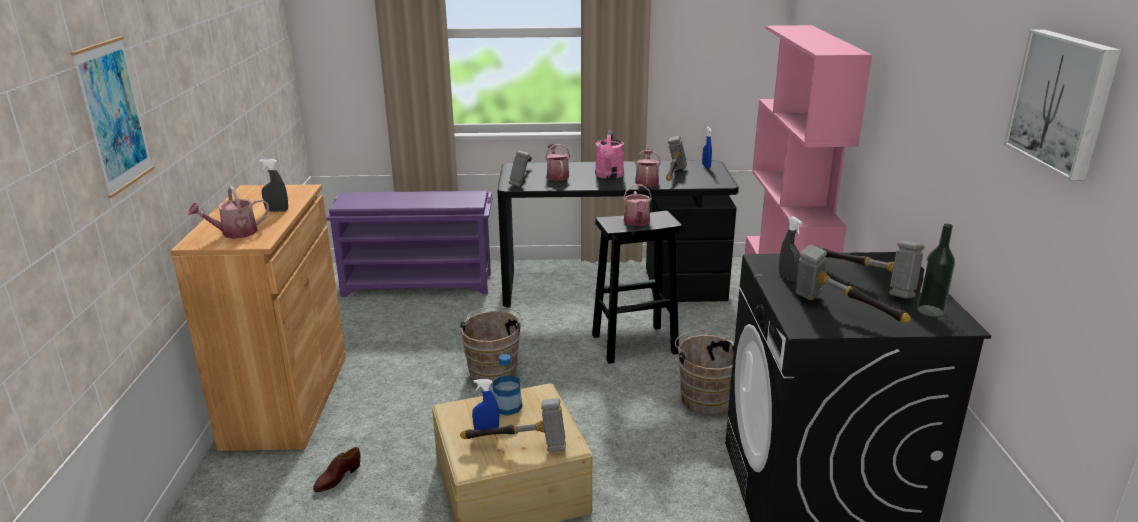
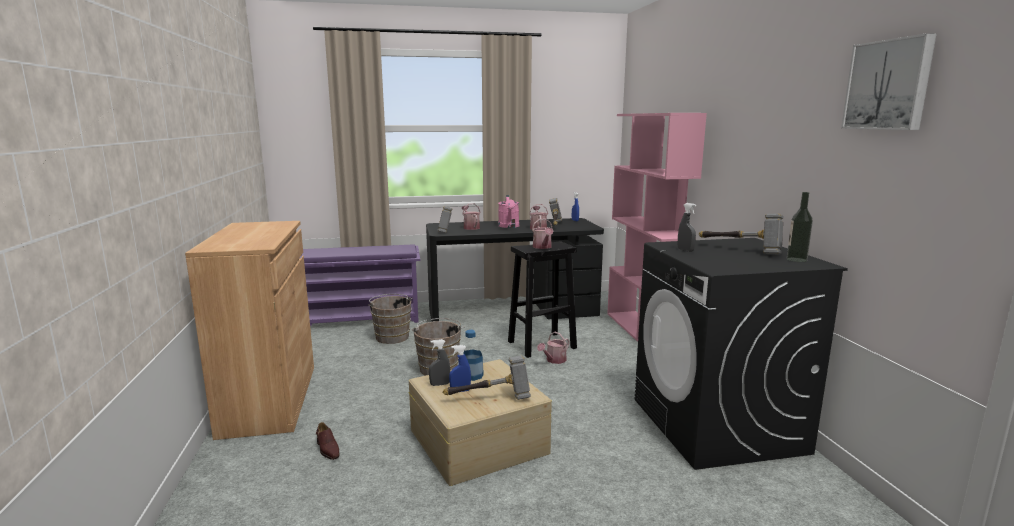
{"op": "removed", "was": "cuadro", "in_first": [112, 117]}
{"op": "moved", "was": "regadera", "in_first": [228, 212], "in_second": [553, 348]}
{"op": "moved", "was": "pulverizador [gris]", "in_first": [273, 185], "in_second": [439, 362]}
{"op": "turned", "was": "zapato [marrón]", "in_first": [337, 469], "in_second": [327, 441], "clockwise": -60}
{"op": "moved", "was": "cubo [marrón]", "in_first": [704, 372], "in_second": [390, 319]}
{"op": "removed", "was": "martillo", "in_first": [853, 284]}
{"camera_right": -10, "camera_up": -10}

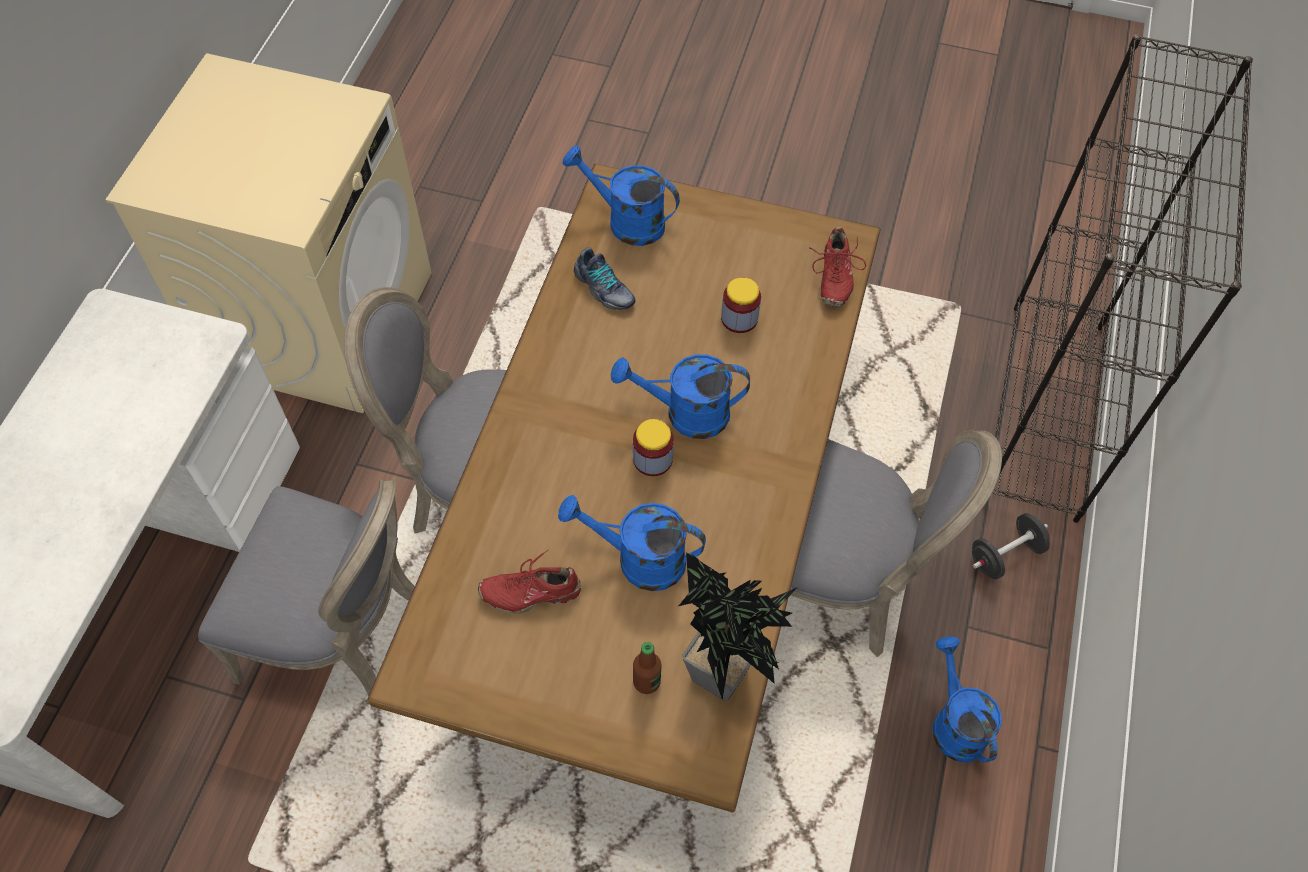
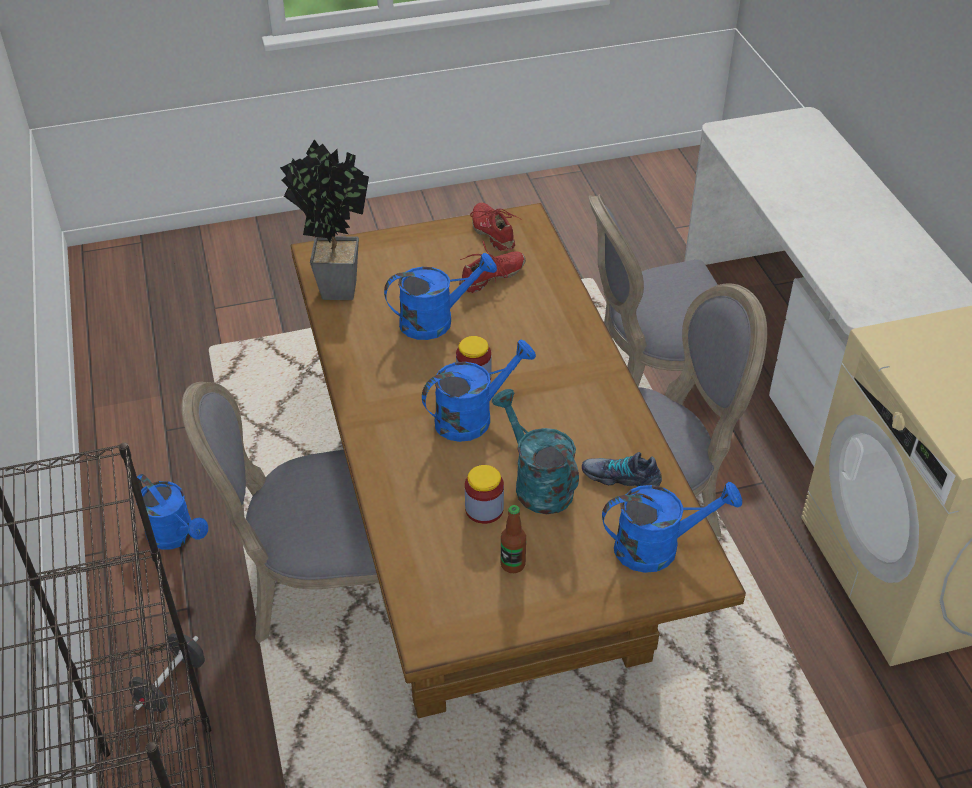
{"op": "moved", "was": "botella", "in_first": [647, 668], "in_second": [513, 539]}
{"op": "moved", "was": "zapato [rojo]", "in_first": [837, 267], "in_second": [496, 227]}
{"op": "added", "now": "regadera [turquesa]", "in_second": [535, 451]}
{"camera_right": 150, "camera_up": -15}

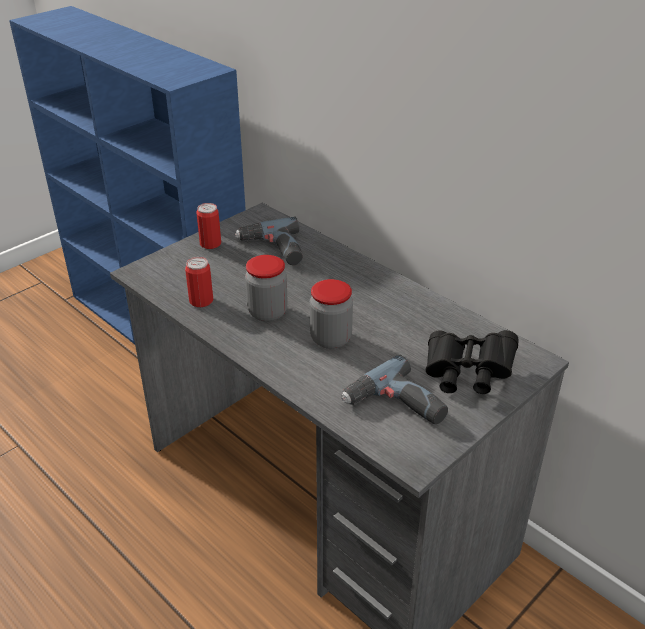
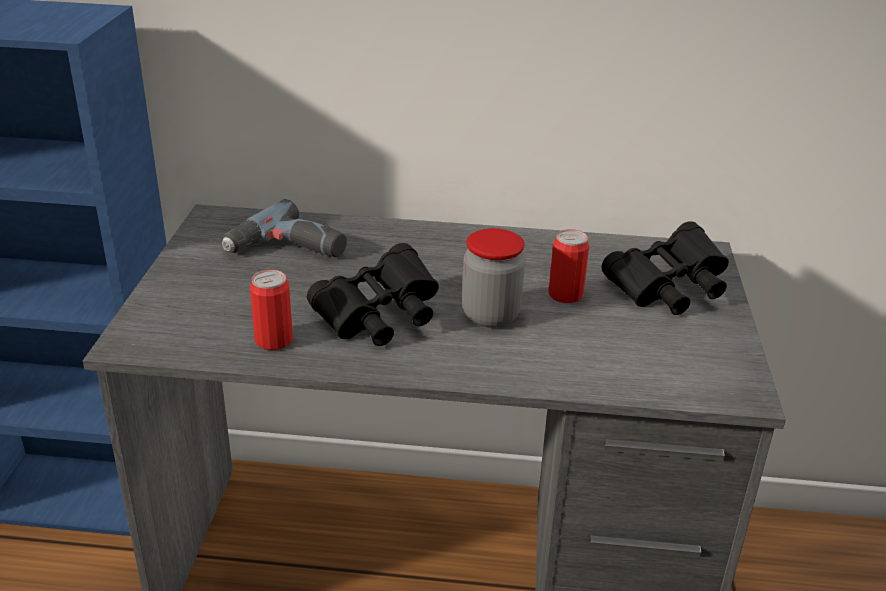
{"op": "moved", "was": "lata", "in_first": [208, 226], "in_second": [568, 266]}
{"op": "replaced", "was": "tarro", "now": "prismáticos [negro]", "in_first": [266, 288], "in_second": [373, 294]}
{"op": "removed", "was": "taladro", "in_first": [394, 389]}
{"camera_right": -40, "camera_up": -5}

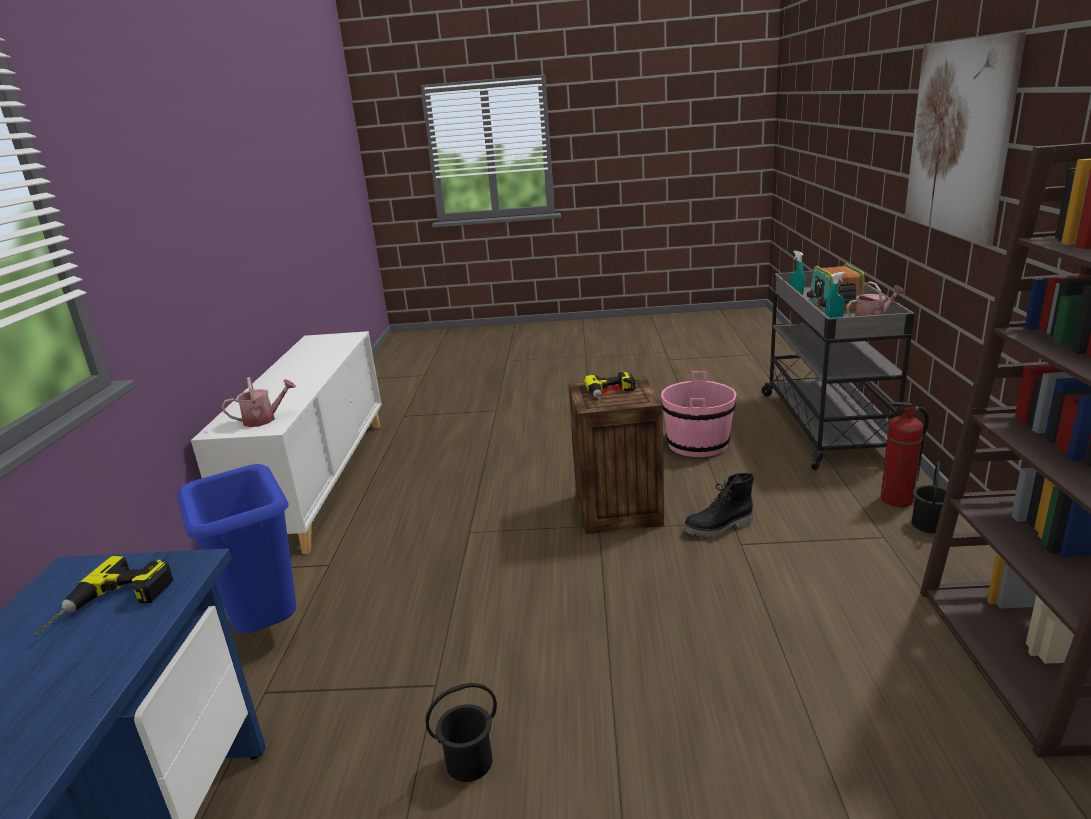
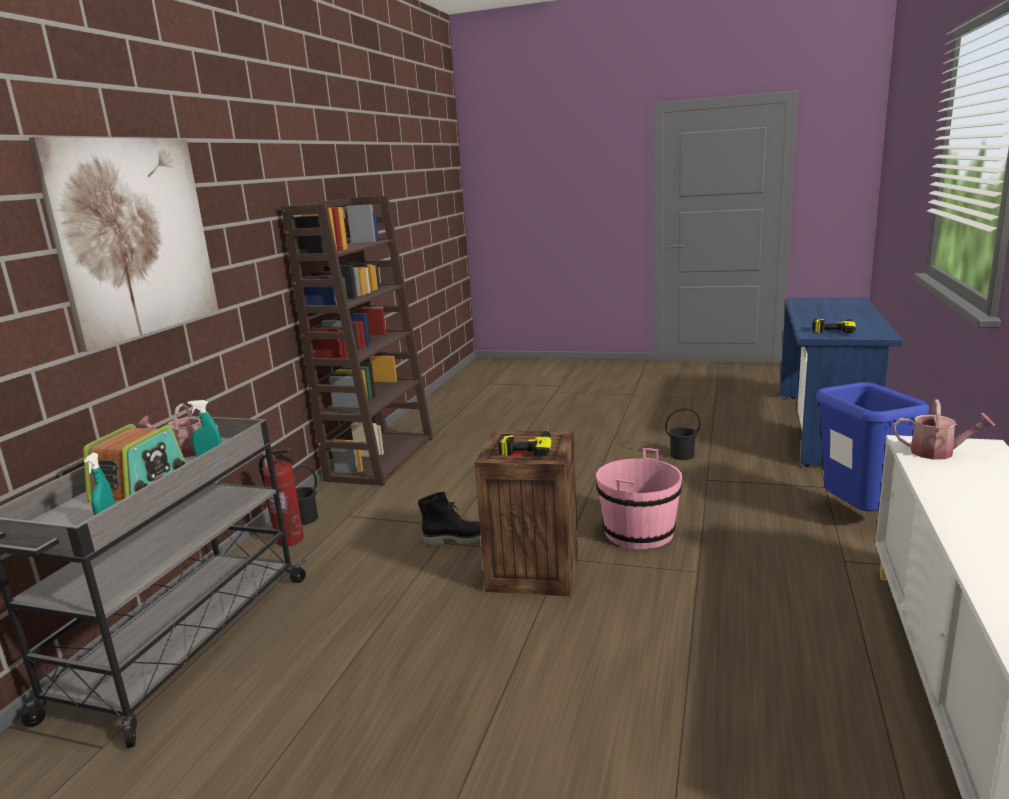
{"op": "turned", "was": "regadera", "in_first": [259, 402], "in_second": [944, 429], "clockwise": -150}
{"op": "moved", "was": "cubo [rosa]", "in_first": [698, 414], "in_second": [639, 498]}
{"camera_right": -165, "camera_up": -5}

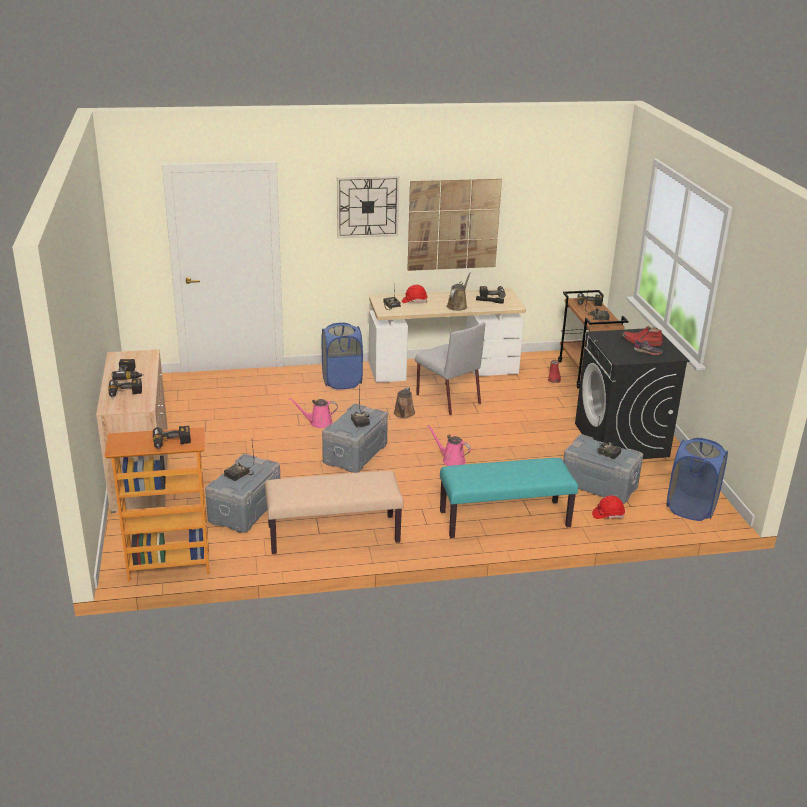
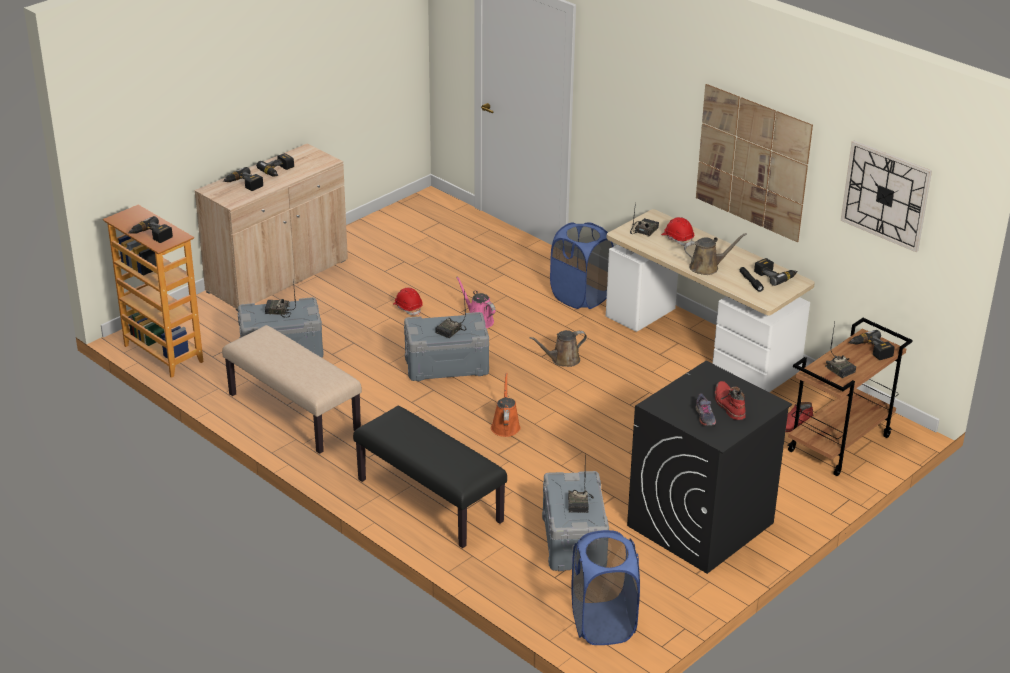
{"op": "moved", "was": "reloj de pared", "in_first": [368, 206], "in_second": [886, 196]}
{"op": "removed", "was": "silla [gris]", "in_first": [450, 368]}
{"op": "recoloured", "was": "regadera [rosa]", "now": "regadera [naranja]", "in_first": [449, 445], "in_second": [505, 405]}
{"op": "recoloured", "was": "banco [turquesa]", "now": "banco [negro]", "in_first": [509, 498], "in_second": [430, 477]}
{"op": "moved", "was": "casco [rojo]", "in_first": [608, 507], "in_second": [408, 301]}
{"camera_right": 55, "camera_up": 5}

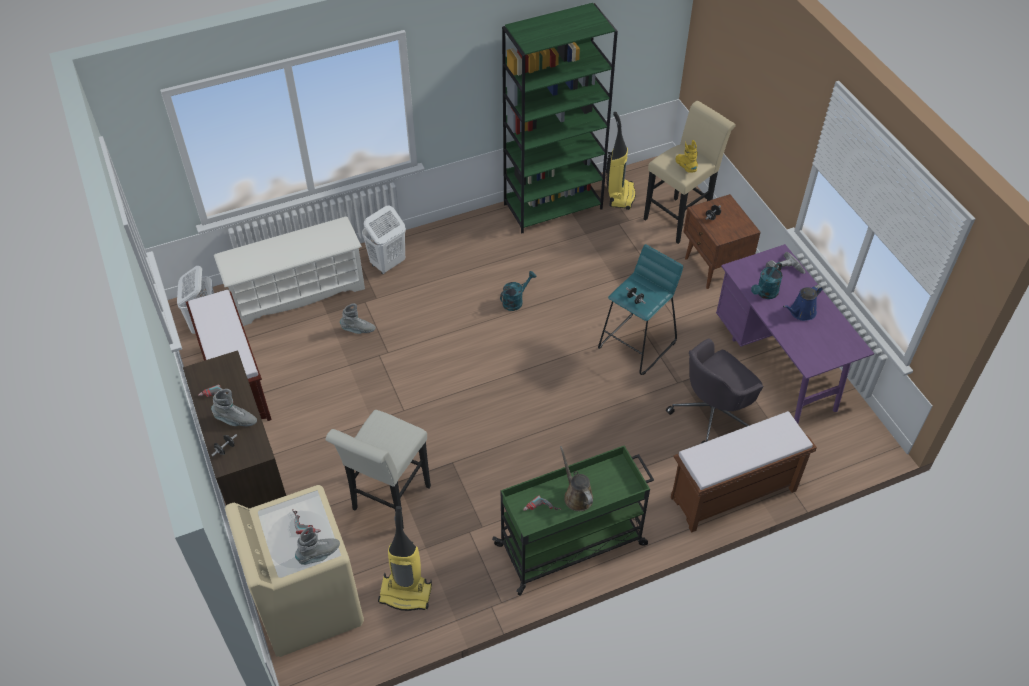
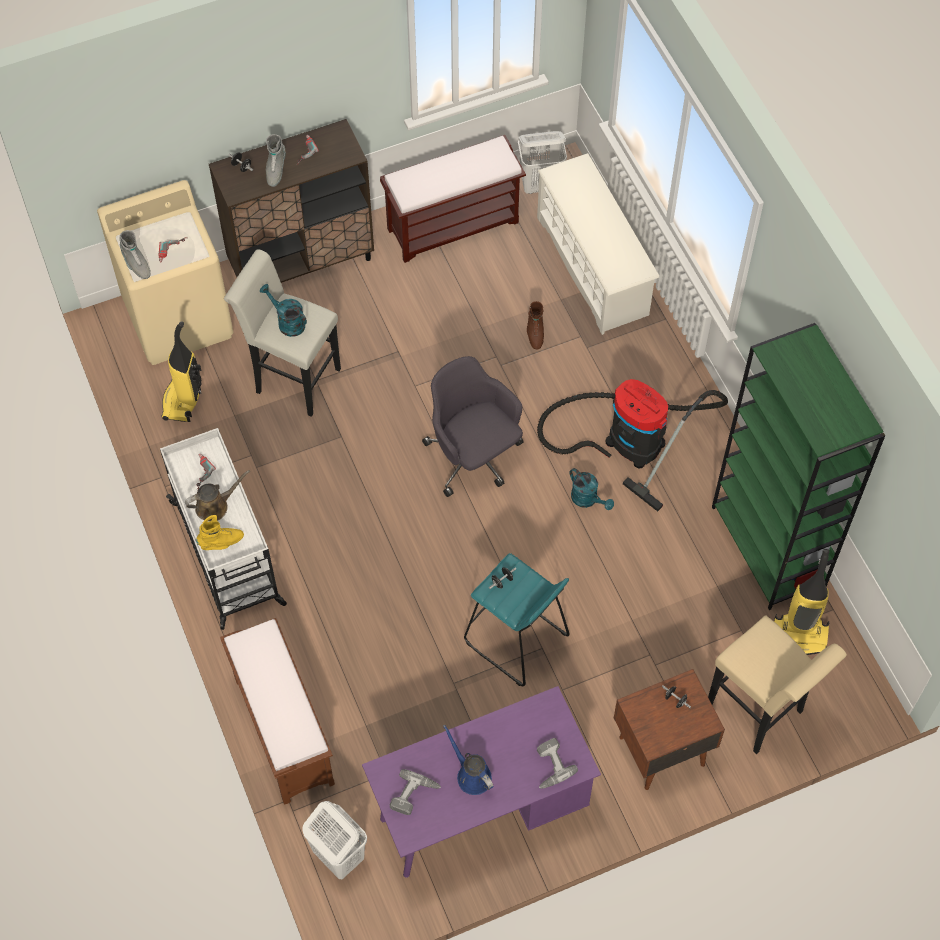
{"op": "recoloured", "was": "bota [gris]", "now": "bota [marrón]", "in_first": [358, 318], "in_second": [535, 325]}
{"op": "moved", "was": "cesto de la ropa [blanco]", "in_first": [384, 239], "in_second": [334, 840]}
{"op": "recoloured", "was": "carrito [verde]", "now": "carrito [blanco]", "in_first": [573, 520], "in_second": [223, 529]}
{"op": "moved", "was": "silla de oficina [gris]", "in_first": [714, 391], "in_second": [472, 426]}
{"op": "moved", "was": "bota [amarillo]", "in_first": [687, 156], "in_second": [220, 532]}
{"op": "moved", "was": "regadera [turquesa]", "in_first": [767, 280], "in_second": [283, 310]}
{"op": "added", "now": "taladro", "in_second": [415, 792]}
{"op": "added", "now": "aspiradora", "in_second": [632, 445]}
{"camera_right": 90, "camera_up": 10}

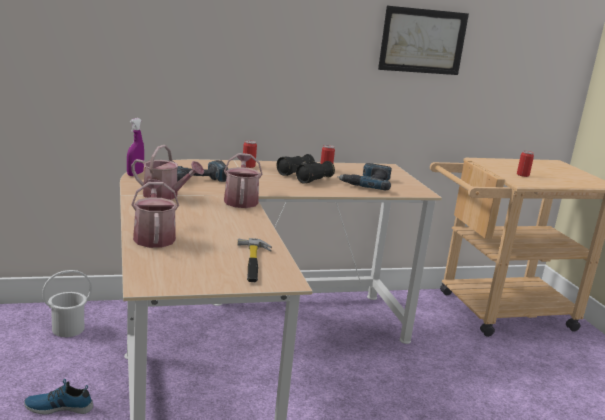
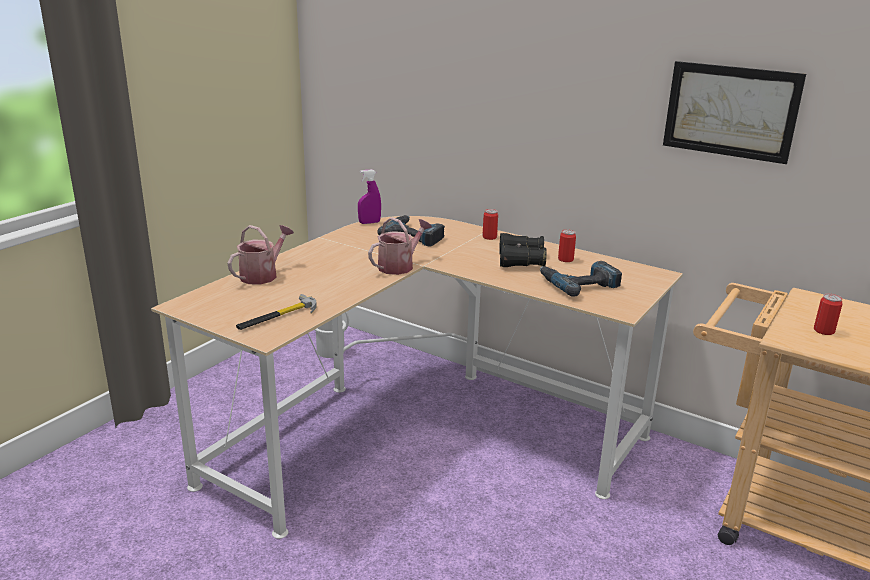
{"op": "removed", "was": "zapato", "in_first": [58, 397]}
{"op": "removed", "was": "regadera", "in_first": [167, 172]}
{"camera_right": 50, "camera_up": 5}

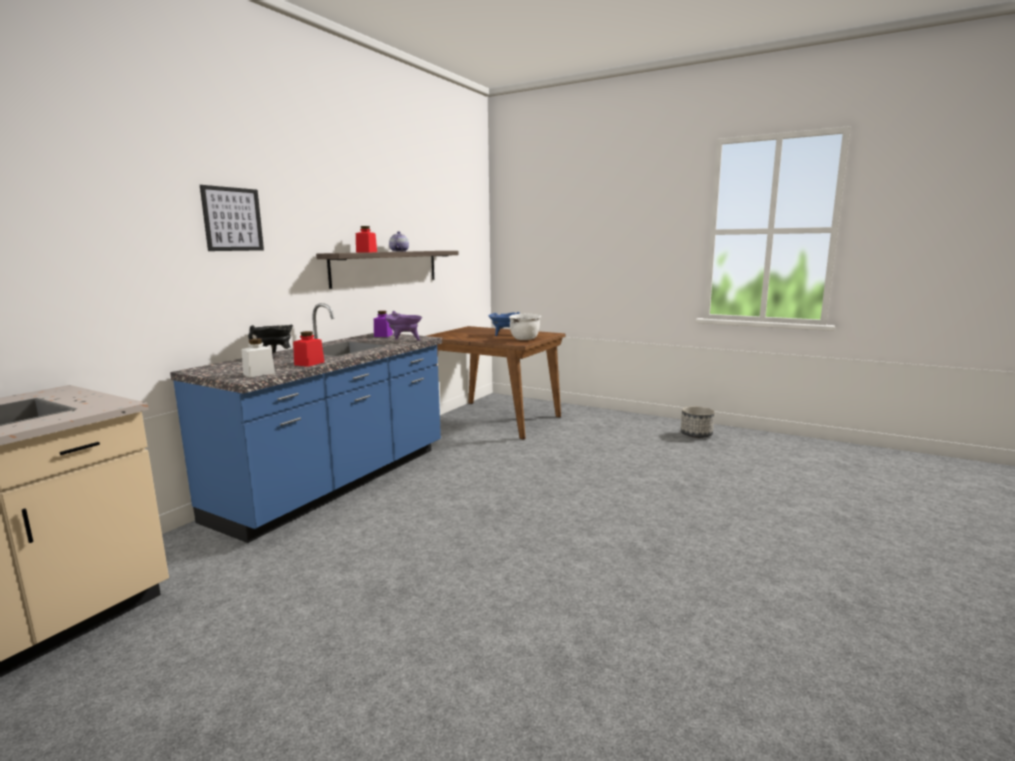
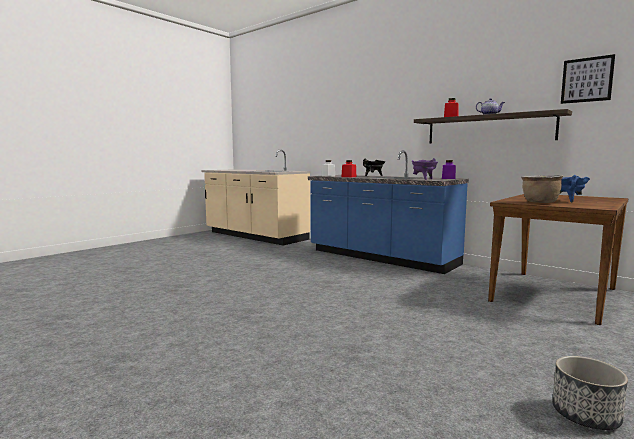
{"op": "moved", "was": "cuadro", "in_first": [232, 218], "in_second": [588, 79]}
{"op": "recoloured", "was": "olla [blanco]", "now": "olla [marrón]", "in_first": [525, 326], "in_second": [542, 189]}
{"camera_right": 100, "camera_up": -5}

